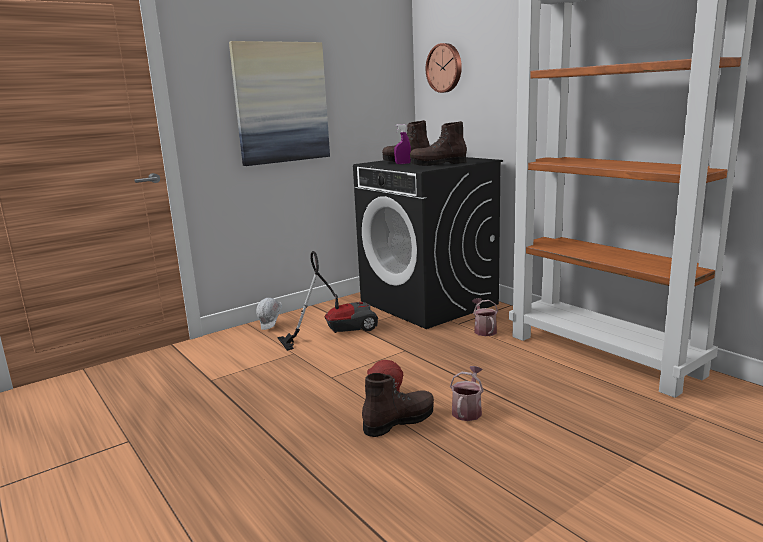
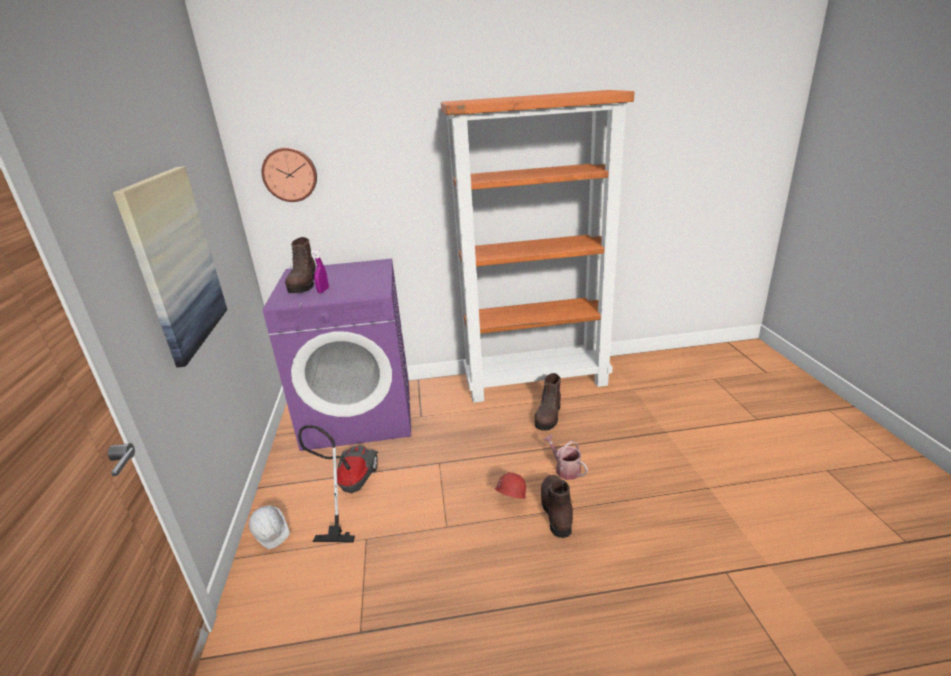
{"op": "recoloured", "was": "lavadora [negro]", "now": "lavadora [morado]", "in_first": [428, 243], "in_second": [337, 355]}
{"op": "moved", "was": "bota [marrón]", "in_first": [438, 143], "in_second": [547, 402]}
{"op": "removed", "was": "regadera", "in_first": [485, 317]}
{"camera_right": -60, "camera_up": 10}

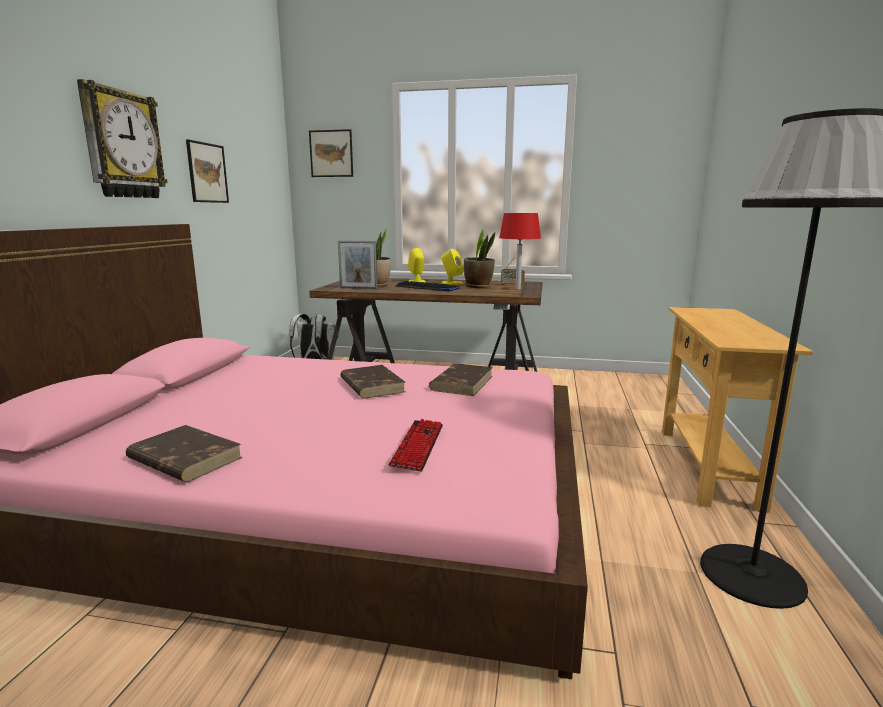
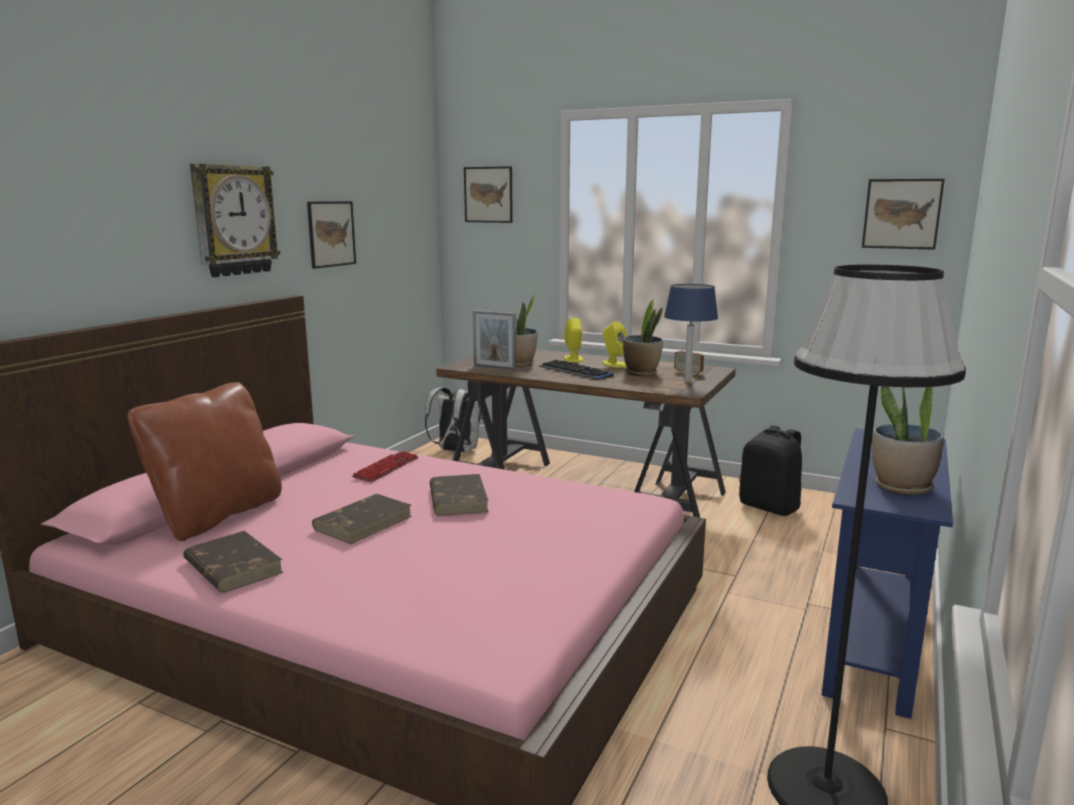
{"op": "moved", "was": "teclado", "in_first": [415, 445], "in_second": [385, 466]}
{"op": "moved", "was": "libro [marrón]", "in_first": [461, 379], "in_second": [362, 519]}
{"op": "recoloured", "was": "lámpara de mesa [rojo]", "now": "lámpara de mesa [azul]", "in_first": [520, 251], "in_second": [691, 333]}
{"op": "recoloured", "was": "mesa consola [beis]", "now": "mesa consola [azul]", "in_first": [737, 410], "in_second": [887, 573]}
{"op": "added", "now": "cojín [marrón]", "in_second": [205, 461]}
{"op": "added", "now": "mochila [negro]", "in_second": [770, 470]}
{"op": "added", "now": "cuadro", "in_second": [903, 214]}
{"op": "added", "now": "planta en maceta", "in_second": [908, 440]}
{"camera_right": 15, "camera_up": 0}

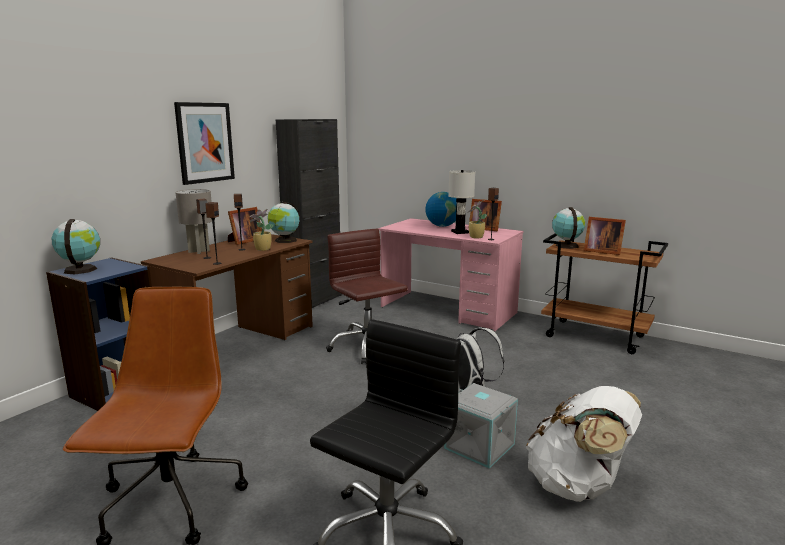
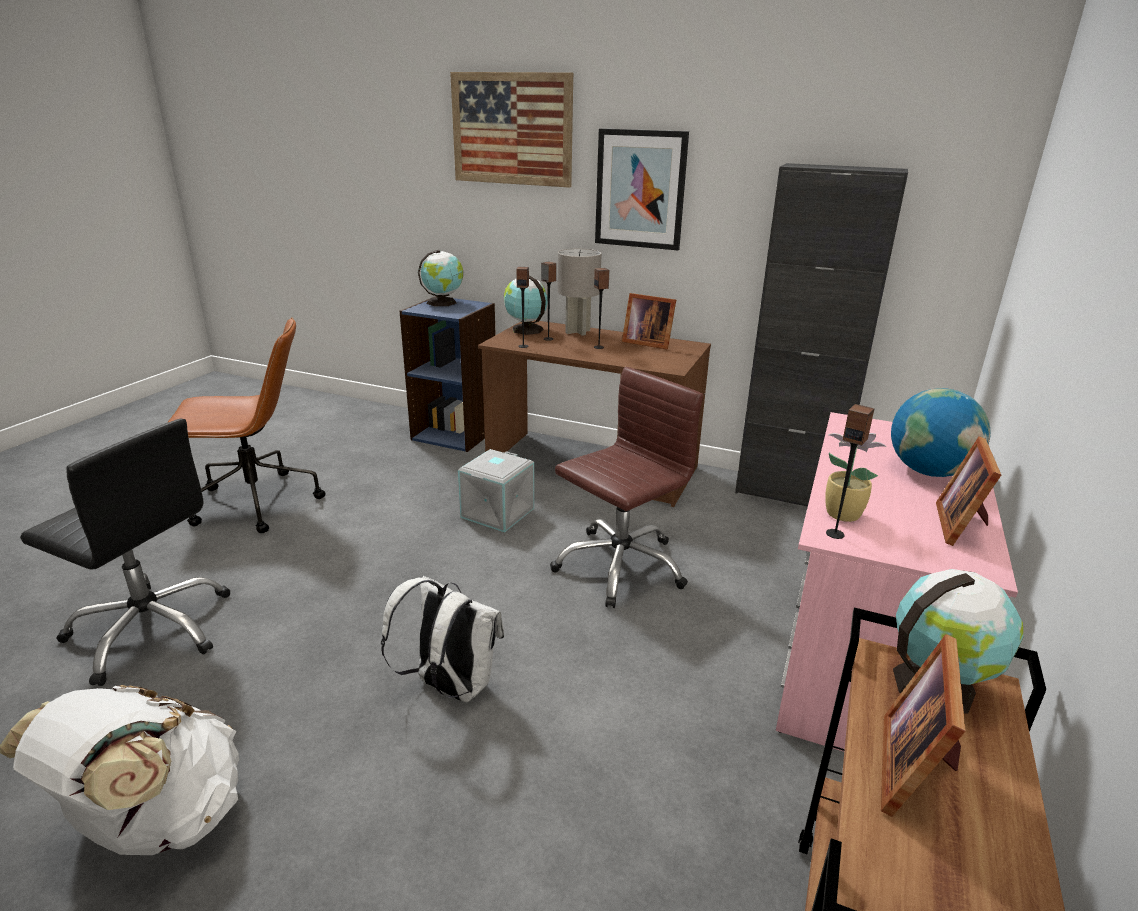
{"op": "removed", "was": "planta en maceta", "in_first": [262, 230]}
{"op": "moved", "was": "globo terráqueo", "in_first": [283, 222], "in_second": [526, 305]}
{"op": "moved", "was": "caja de almacenaje [gris]", "in_first": [481, 425], "in_second": [496, 490]}
{"op": "removed", "was": "lámpara de mesa [blanco]", "in_first": [461, 202]}
{"op": "added", "now": "cuadro", "in_second": [511, 130]}
{"camera_right": 80, "camera_up": 10}

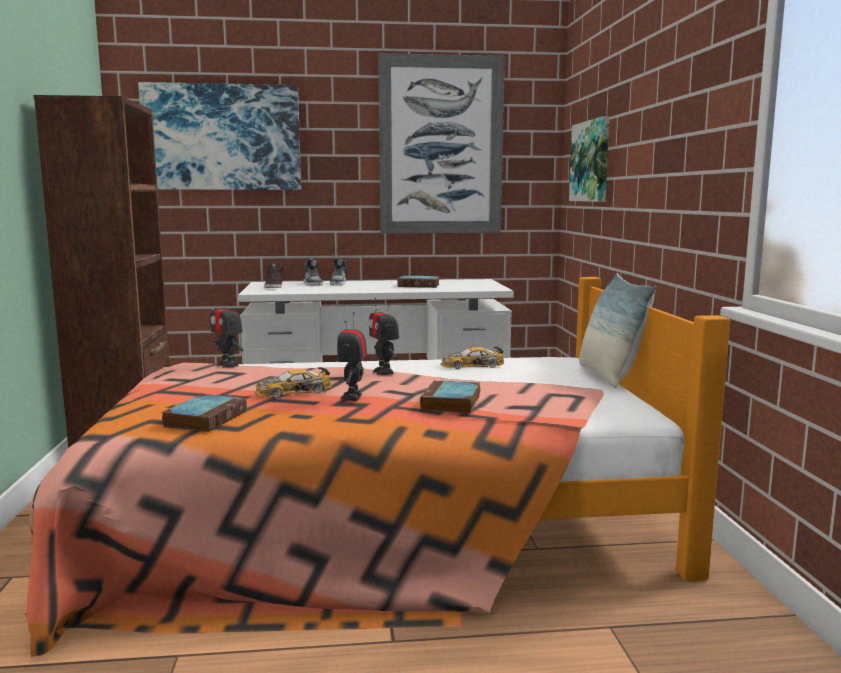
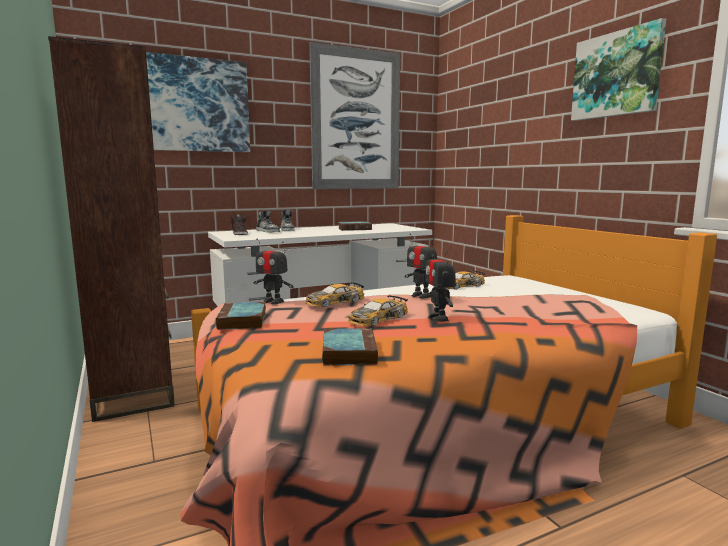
{"op": "moved", "was": "libro", "in_first": [450, 397], "in_second": [241, 316]}
{"op": "moved", "was": "cuadro", "in_first": [589, 159], "in_second": [618, 69]}
{"op": "removed", "was": "cojín", "in_first": [617, 330]}
{"op": "added", "now": "coche de juguete", "in_second": [335, 294]}
{"camera_right": -20, "camera_up": 0}

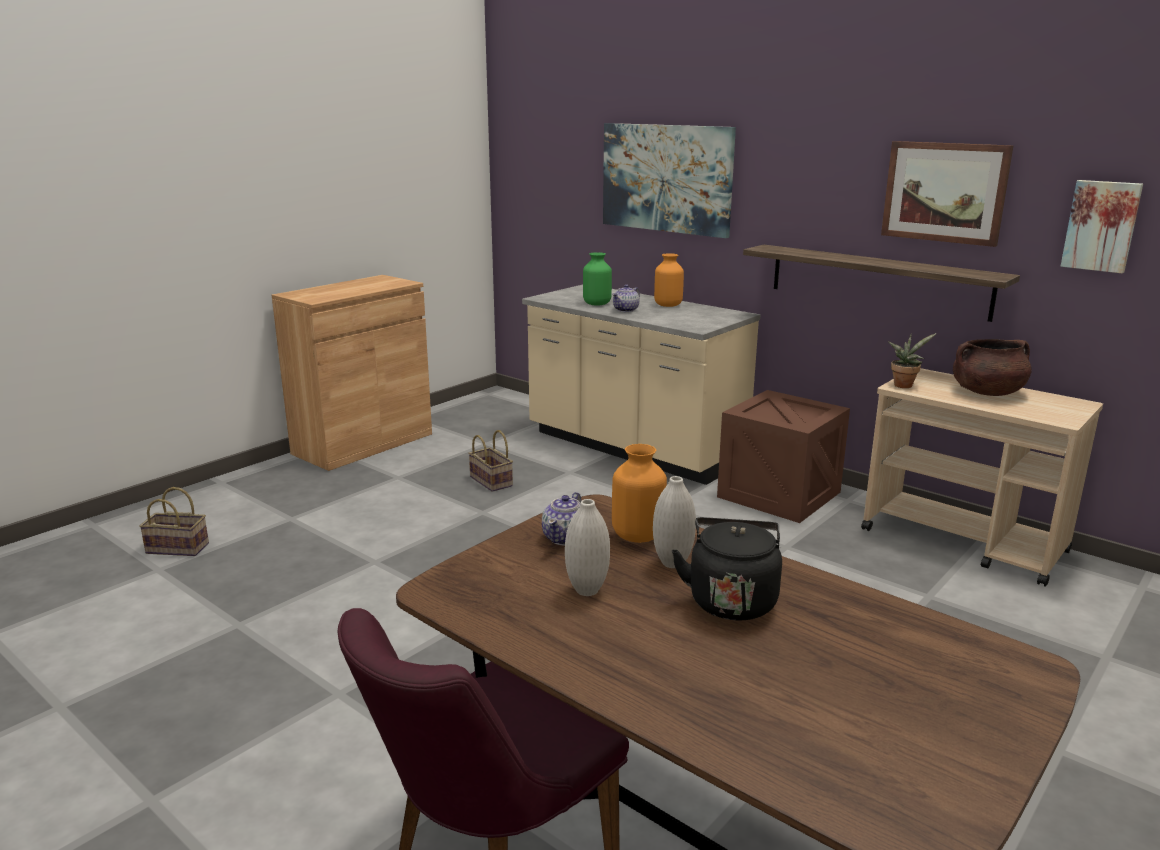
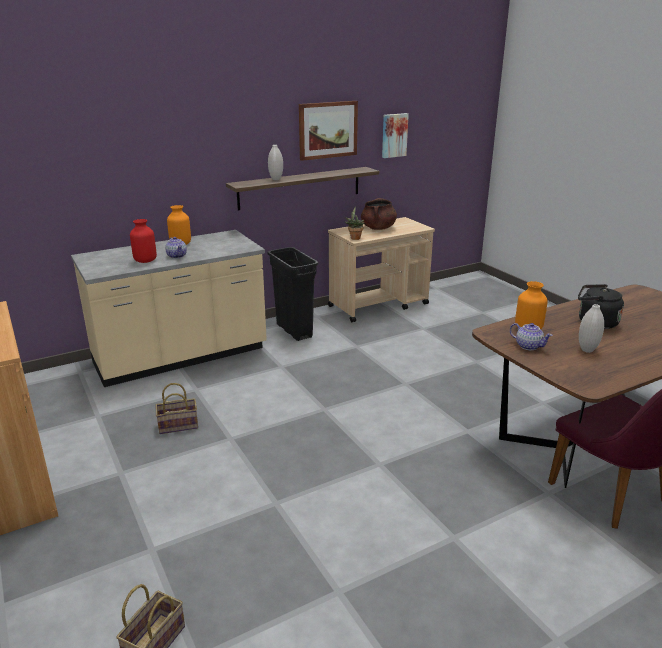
{"op": "recoloured", "was": "florero [verde]", "now": "florero [rojo]", "in_first": [597, 279], "in_second": [143, 241]}
{"op": "removed", "was": "cuadro", "in_first": [669, 180]}
{"op": "moved", "was": "florero [blanco]", "in_first": [674, 522], "in_second": [275, 162]}
{"op": "replaced", "was": "caja de embalaje", "now": "papelera [negro]", "in_first": [783, 456], "in_second": [293, 294]}
{"camera_right": -70, "camera_up": 5}

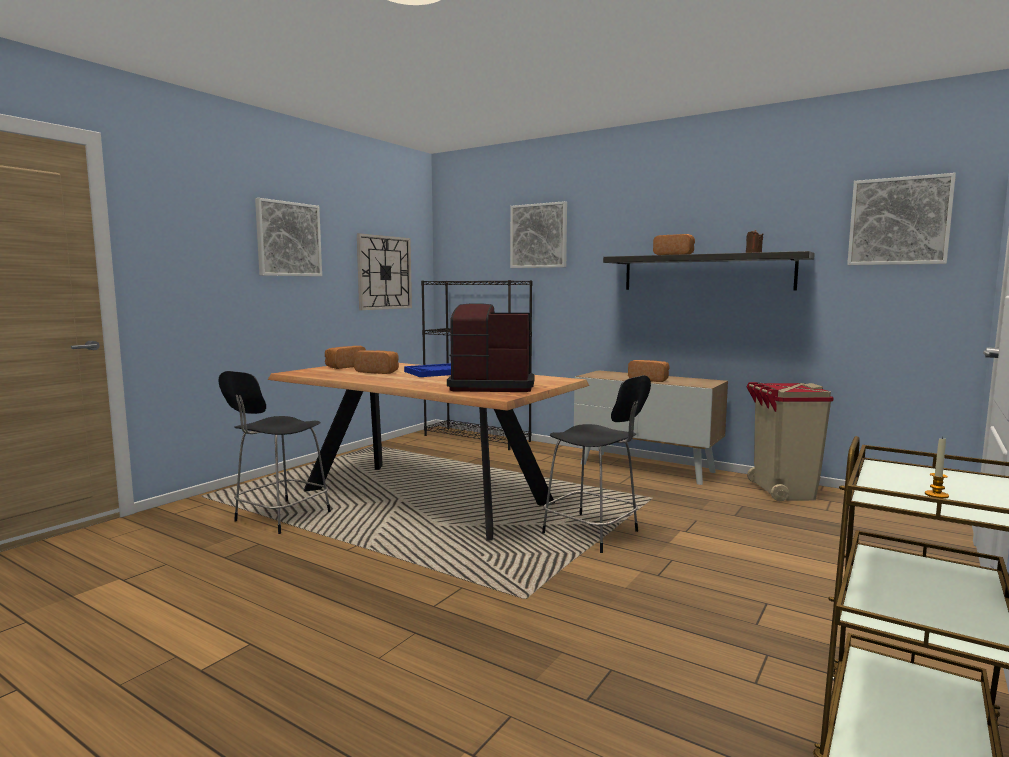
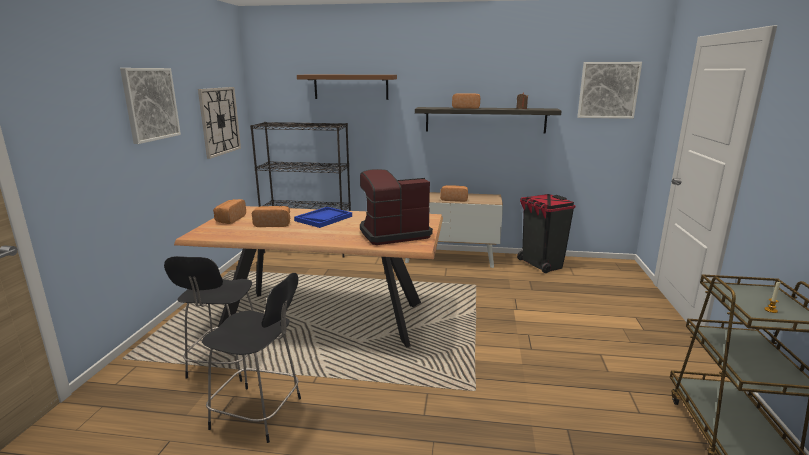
{"op": "replaced", "was": "cuadro", "now": "estante [marrón]", "in_first": [538, 234], "in_second": [347, 87]}
{"op": "moved", "was": "silla [negro]", "in_first": [596, 464], "in_second": [251, 358]}
{"op": "recoloured", "was": "papelera [beis]", "now": "papelera [negro]", "in_first": [790, 441], "in_second": [546, 233]}
{"camera_right": -25, "camera_up": 10}

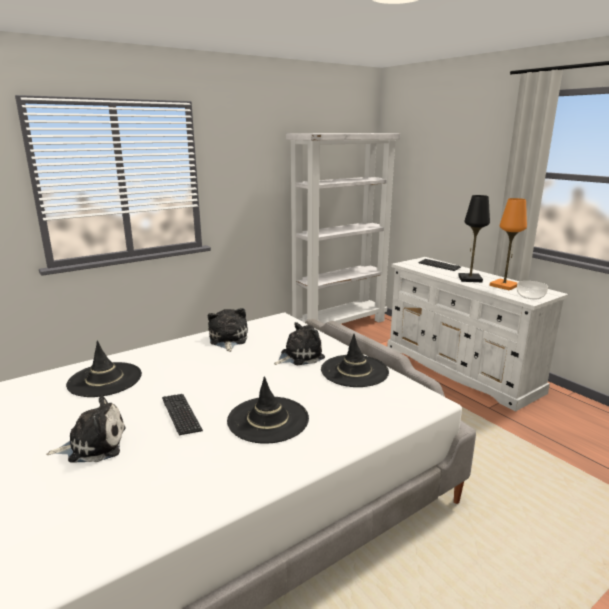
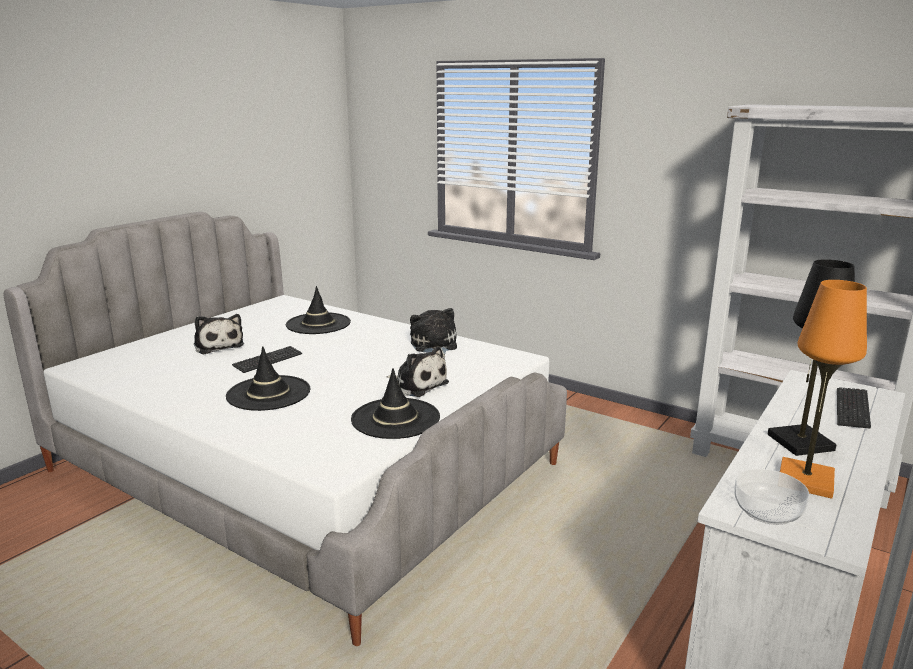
{"op": "turned", "was": "peluche", "in_first": [228, 330], "in_second": [433, 333], "clockwise": -75}
{"camera_right": 70, "camera_up": 0}

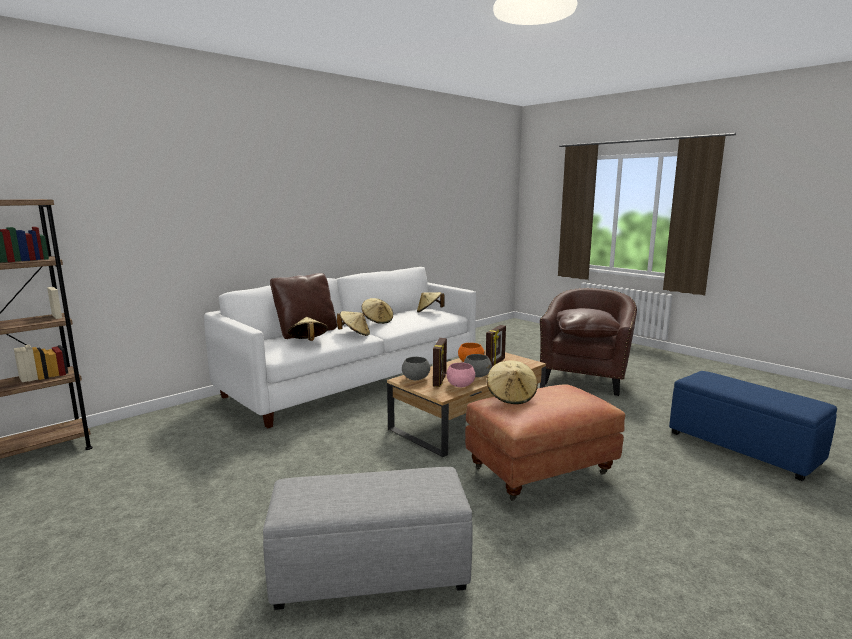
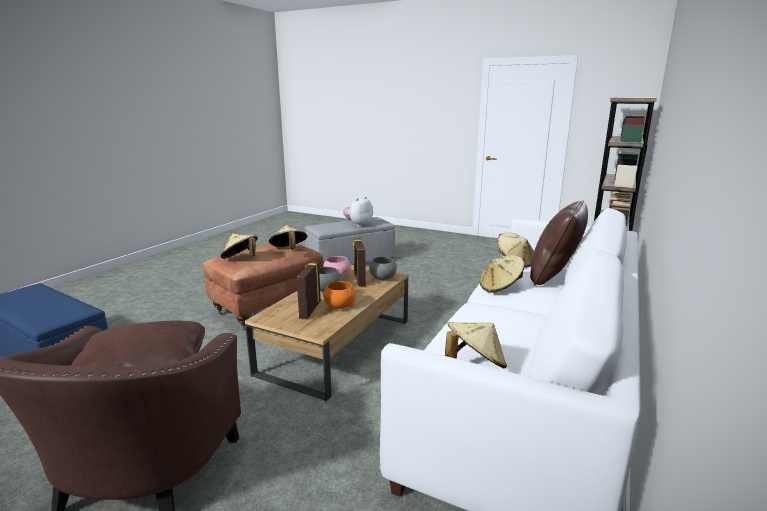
{"op": "moved", "was": "sombrero [beis]", "in_first": [377, 311], "in_second": [239, 246]}
{"op": "added", "now": "peluche", "in_second": [358, 211]}
{"camera_right": 160, "camera_up": 5}

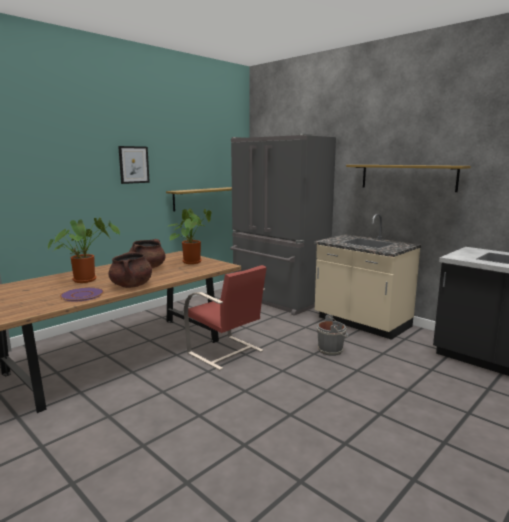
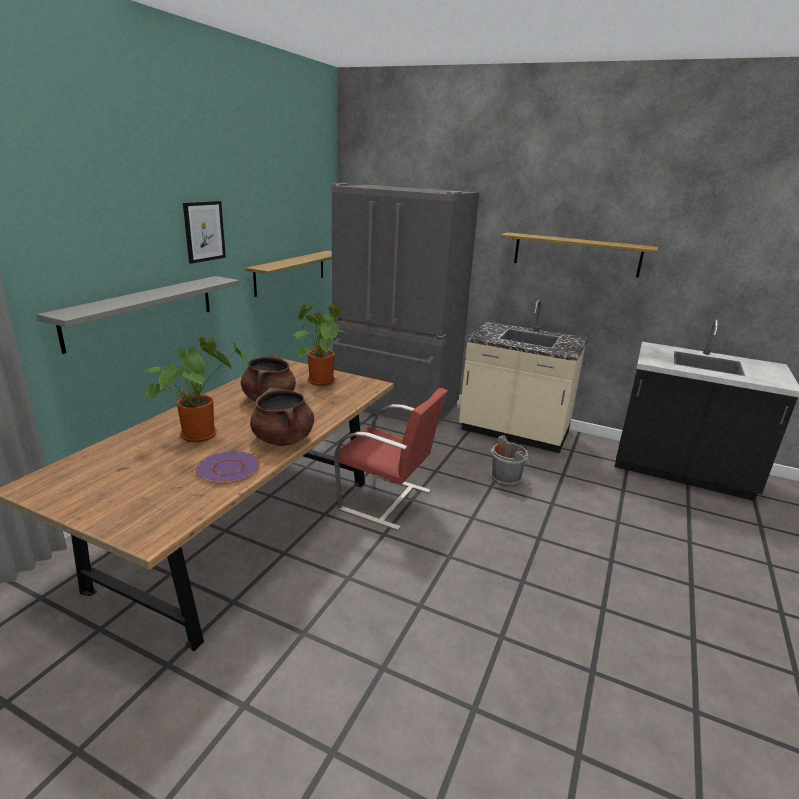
{"op": "added", "now": "estante [gris]", "in_second": [138, 315]}
{"camera_right": -20, "camera_up": 10}

